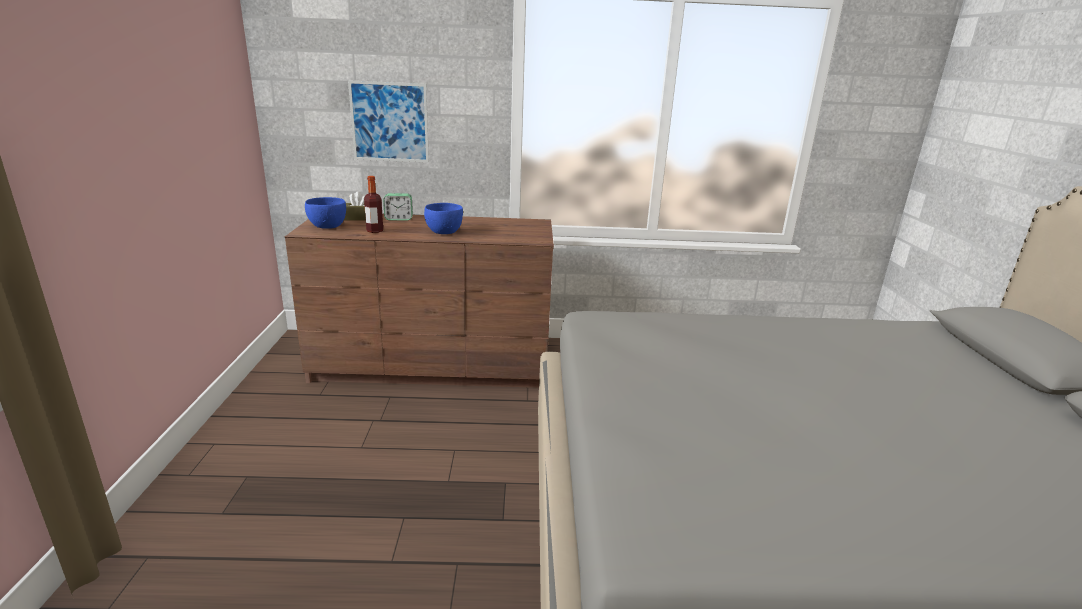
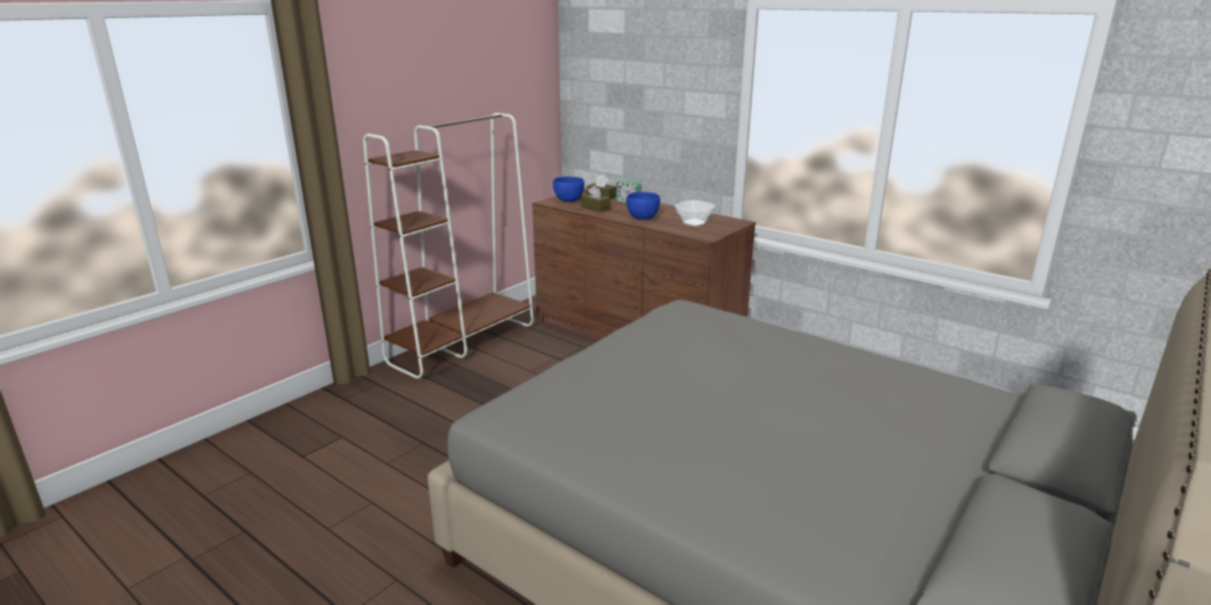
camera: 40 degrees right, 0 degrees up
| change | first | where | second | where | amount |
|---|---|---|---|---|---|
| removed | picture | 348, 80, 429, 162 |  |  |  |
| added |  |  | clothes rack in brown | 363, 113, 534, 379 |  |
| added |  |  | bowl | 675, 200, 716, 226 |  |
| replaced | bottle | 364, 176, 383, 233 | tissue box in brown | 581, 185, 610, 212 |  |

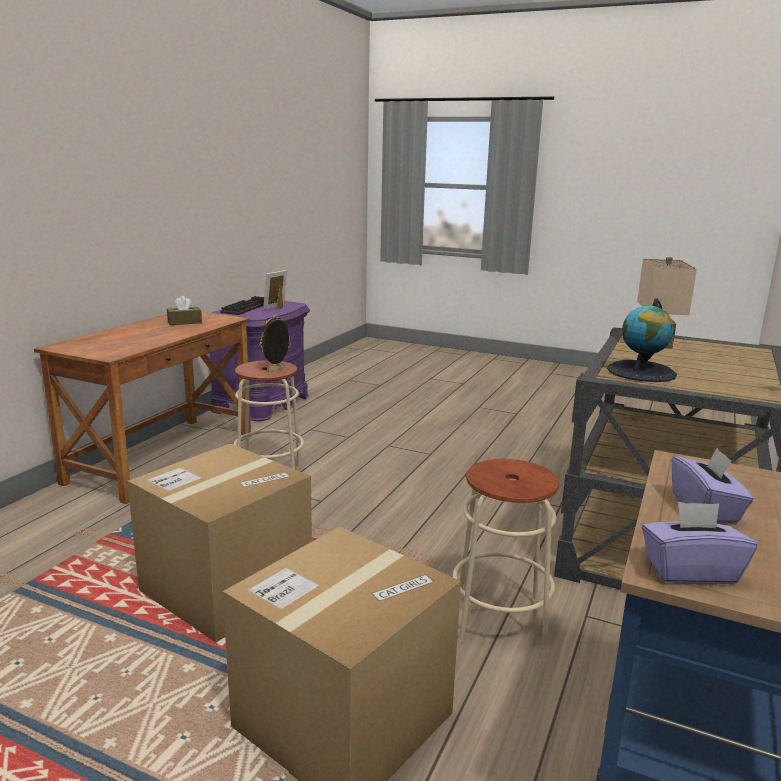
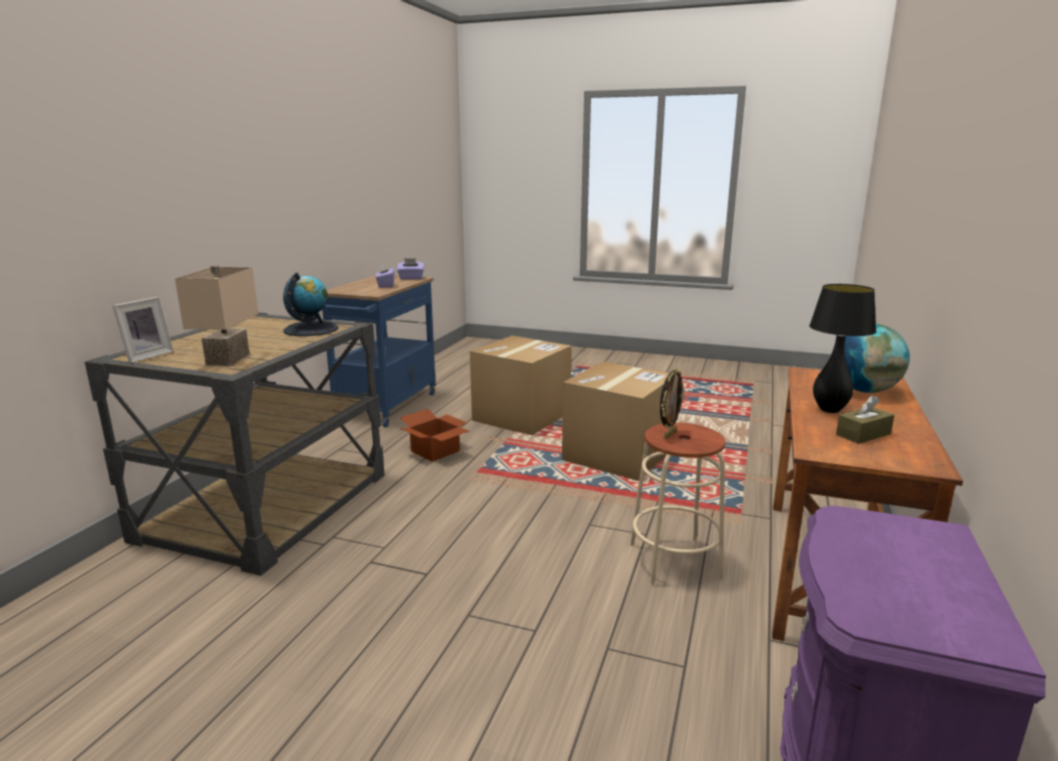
camera: 175 degrees right, 0 degrees up
| change | first | where | second | where | amount |
|---|---|---|---|---|---|
| removed | keyboard | 220, 296, 264, 315 |  |  |  |
| added |  |  | table lamp in black | 809, 284, 876, 413 |  |
| added |  |  | globe | 833, 324, 910, 393 |  |
| moved | picture frame | 263, 270, 287, 309 |  | 112, 297, 173, 363 |  |
| replaced | stool in beige | 452, 459, 559, 648 | cardboard box | 400, 409, 469, 462 |  |

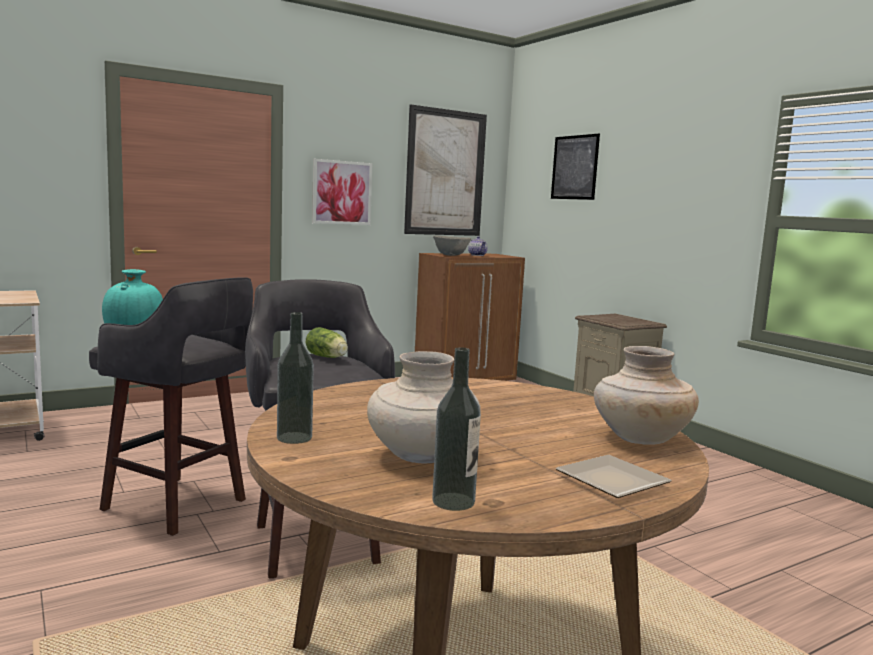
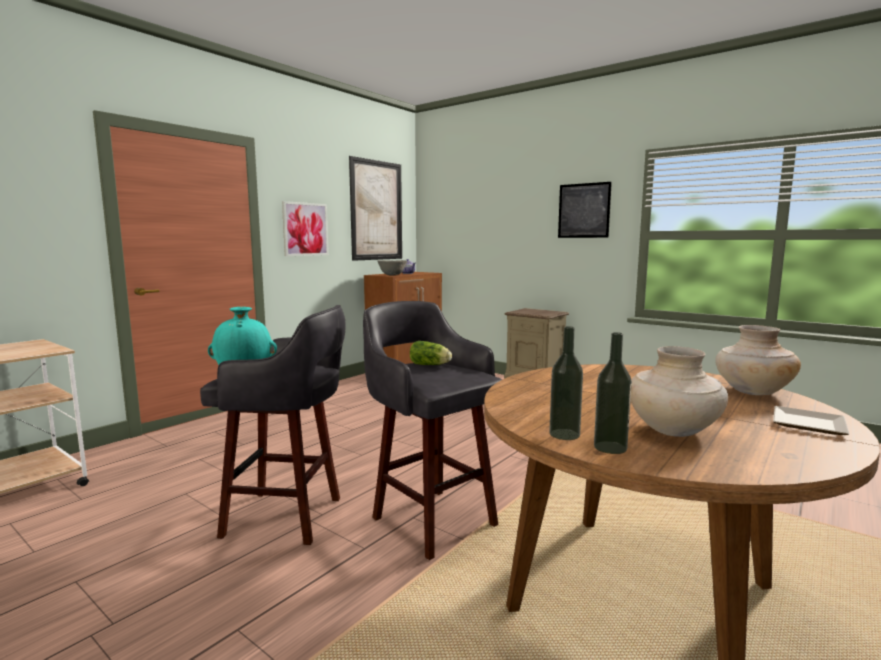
camera: 20 degrees left, 0 degrees up
| change | first | where | second | where | amount |
|---|---|---|---|---|---|
| moved | bottle | 432, 347, 481, 511 |  | 594, 332, 632, 454 |  |
| moved | picture | 551, 134, 600, 200 |  | 558, 182, 612, 238 |  |

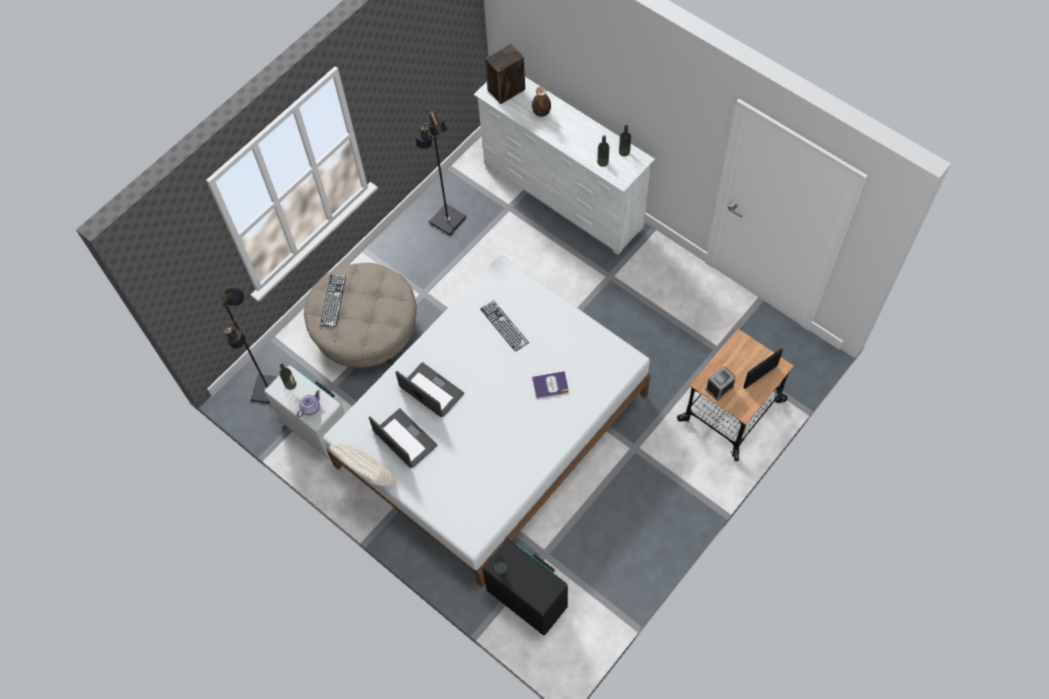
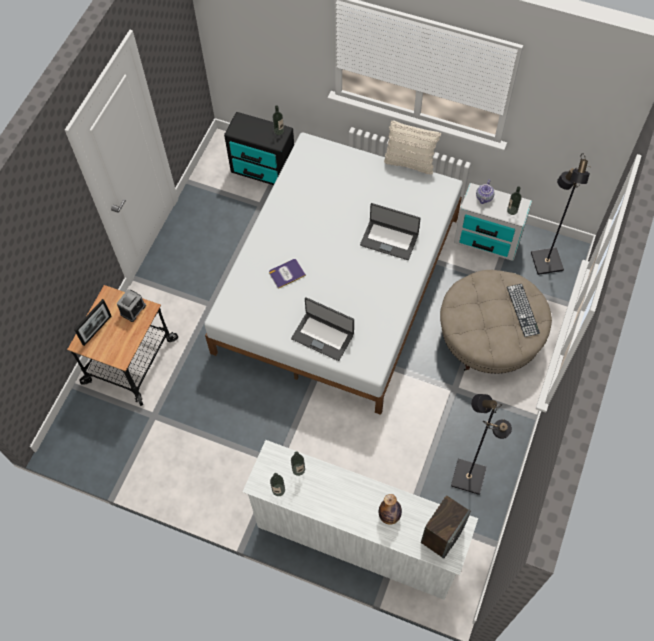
camera: 160 degrees right, 0 degrees up
| change | first | where | second | where | amount |
|---|---|---|---|---|---|
| removed | keyboard | 480, 300, 529, 352 |  |  |  |
| moved | laptop | 369, 408, 438, 468 |  | 291, 297, 354, 361 |  |

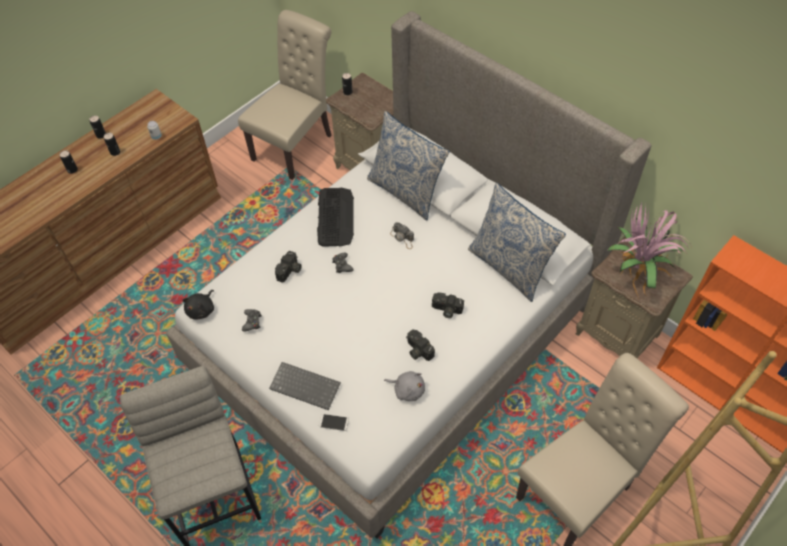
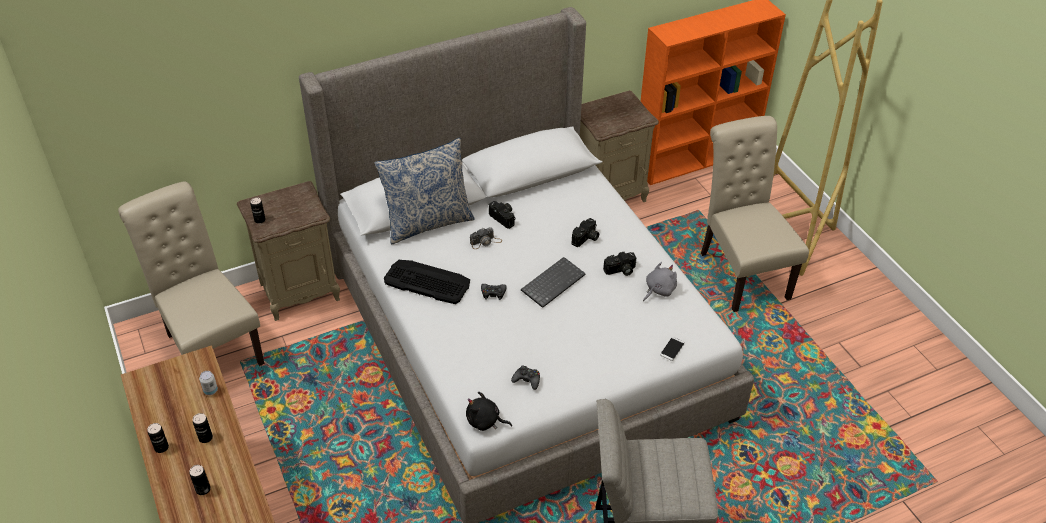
camera: 70 degrees left, 10 degrees down
| change | first | where | second | where | amount |
|---|---|---|---|---|---|
| removed | pillow | 468, 183, 566, 302 |  |  |  |
| removed | potted plant | 607, 202, 691, 299 |  |  |  |
| moved | keyboard | 269, 362, 341, 410 |  | 521, 257, 586, 308 |  |
| moved | photo camera | 275, 251, 302, 283 |  | 489, 201, 516, 229 |  |
| turned | plush toy in black | 183, 290, 214, 320 |  | 466, 392, 512, 431 | 150 degrees clockwise |

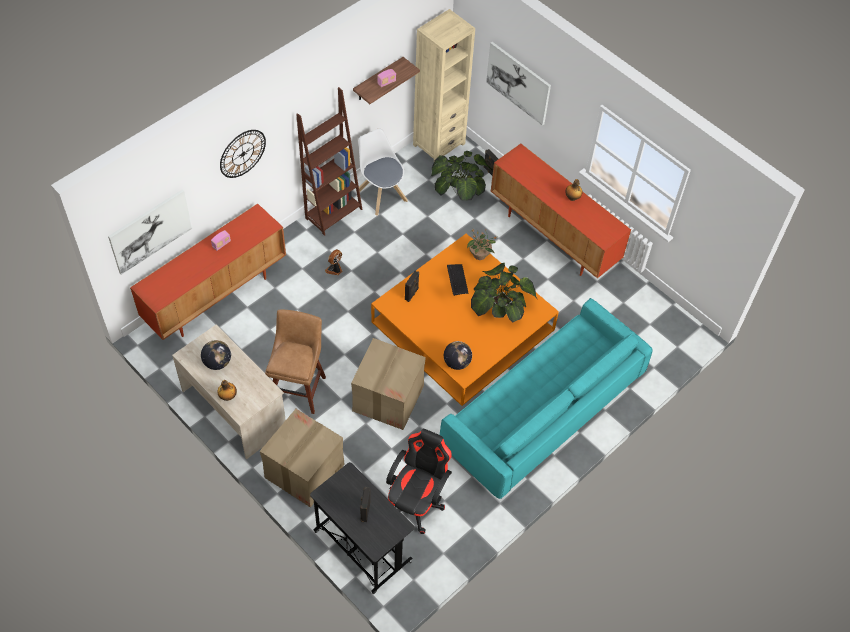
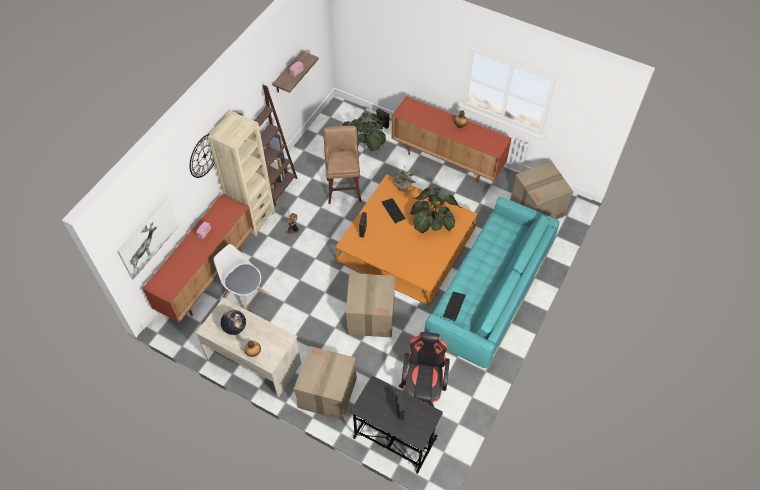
camera: 15 degrees left, 0 degrees up
| change | first | where | second | where | amount |
|---|---|---|---|---|---|
| removed | globe | 444, 341, 472, 370 |  |  |  |
| removed | picture | 486, 42, 551, 126 |  |  |  |
| added |  |  | keyboard | 443, 291, 466, 321 |  |
| added |  |  | cardboard box | 510, 161, 573, 220 |  |
| moved | stool in brown | 265, 309, 326, 414 |  | 323, 126, 362, 204 |  |
| moved | chair | 359, 128, 408, 216 |  | 214, 244, 270, 310 |  |
| moved | bookcase in beige | 413, 9, 475, 161 |  | 207, 111, 275, 237 |  |

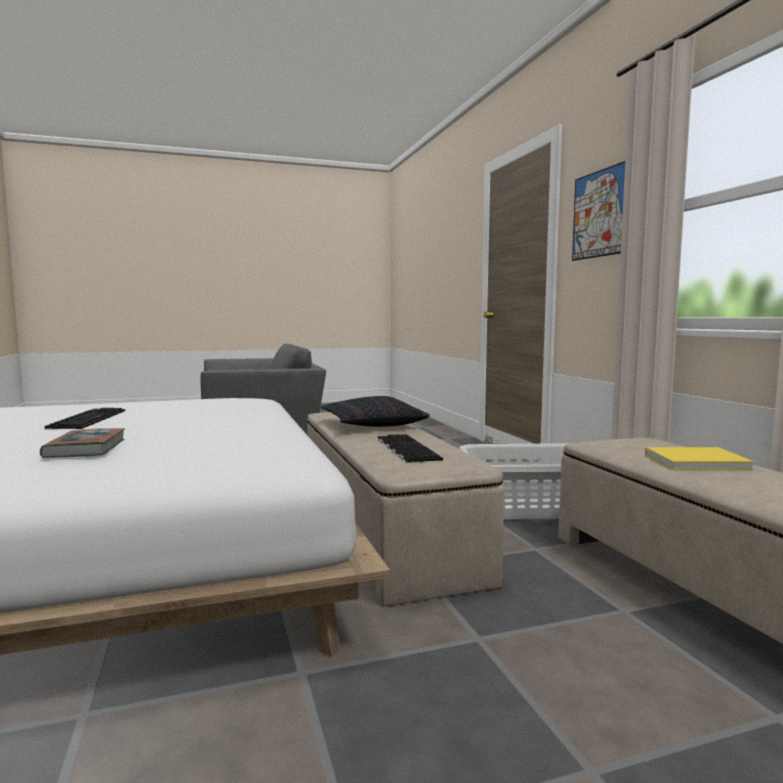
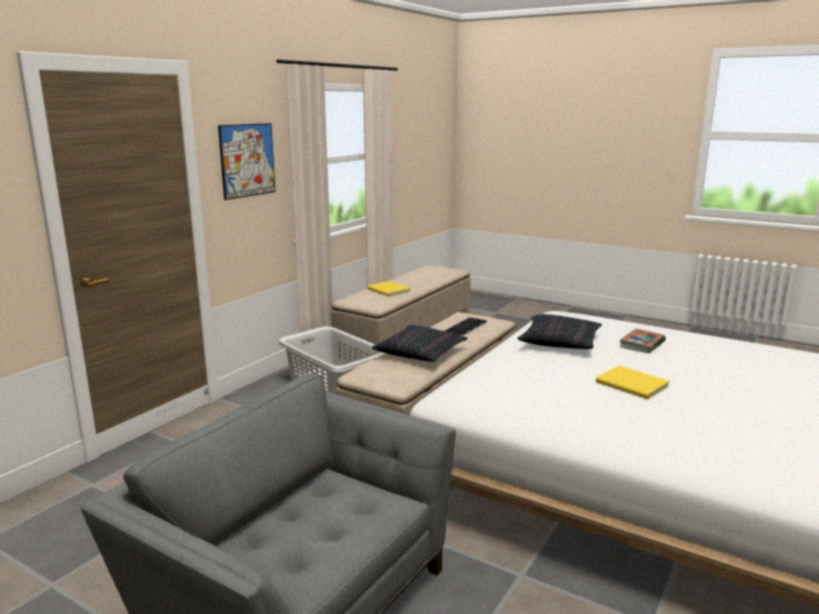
camera: 130 degrees left, 10 degrees up
| change | first | where | second | where | amount |
|---|---|---|---|---|---|
| added |  |  | pillow in black | 518, 314, 602, 349 |  |
| replaced | keyboard | 45, 408, 125, 430 | book in yellow | 596, 366, 670, 399 |  |

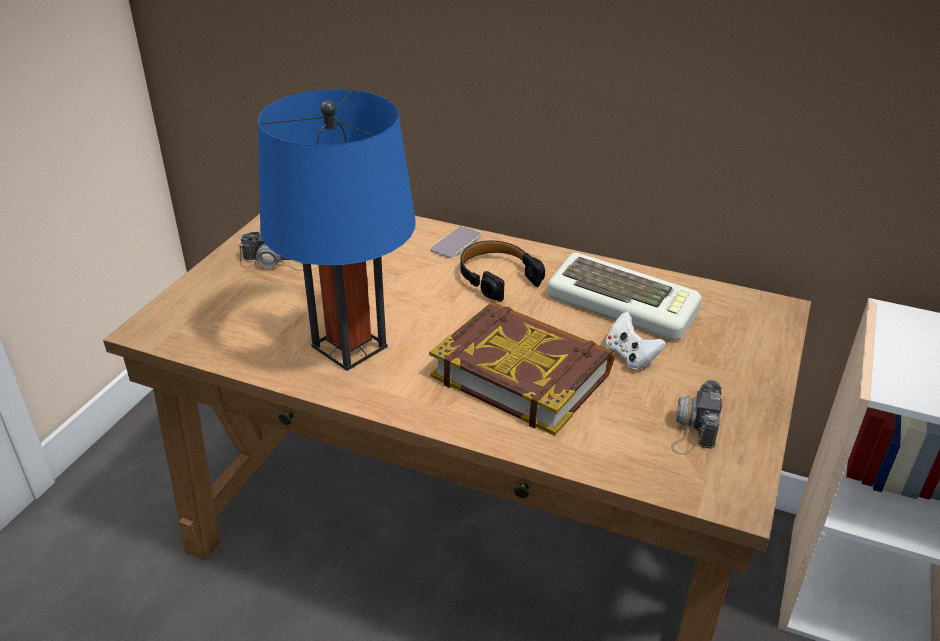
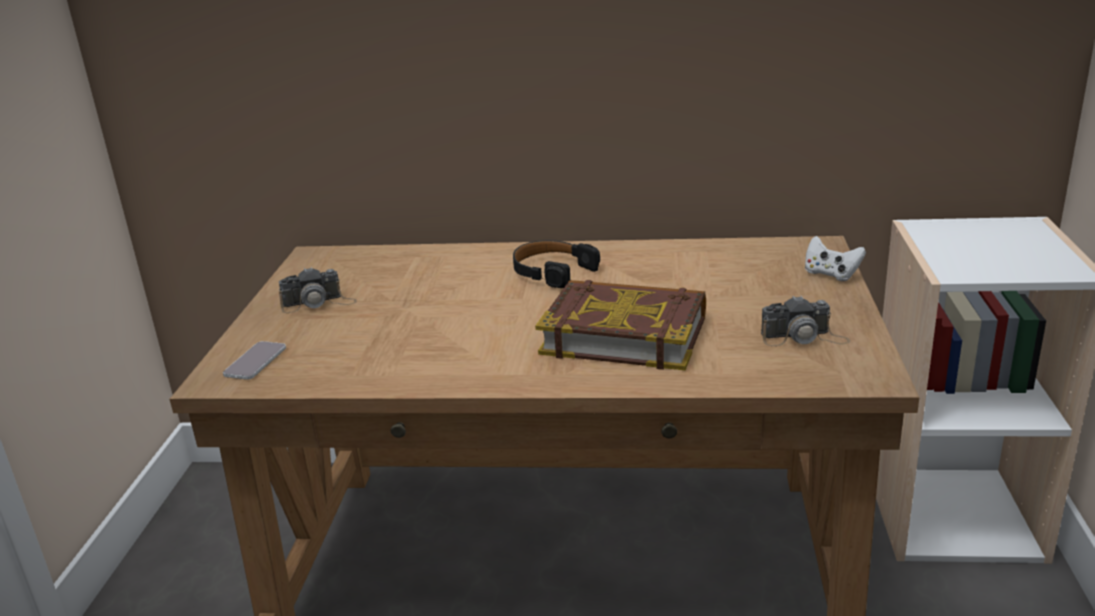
camera: 15 degrees left, 10 degrees down
| change | first | where | second | where | amount |
|---|---|---|---|---|---|
| removed | table lamp in blue | 258, 89, 416, 371 |  |  |  |
| removed | keyboard | 547, 253, 702, 341 |  |  |  |
| moved | phone | 431, 226, 481, 258 |  | 223, 341, 286, 380 |  |
| moved | game controller in white | 605, 311, 665, 370 |  | 805, 236, 866, 281 |  |
| turned | photo camera | 671, 380, 722, 455 |  | 761, 295, 851, 346 | 90 degrees counterclockwise |

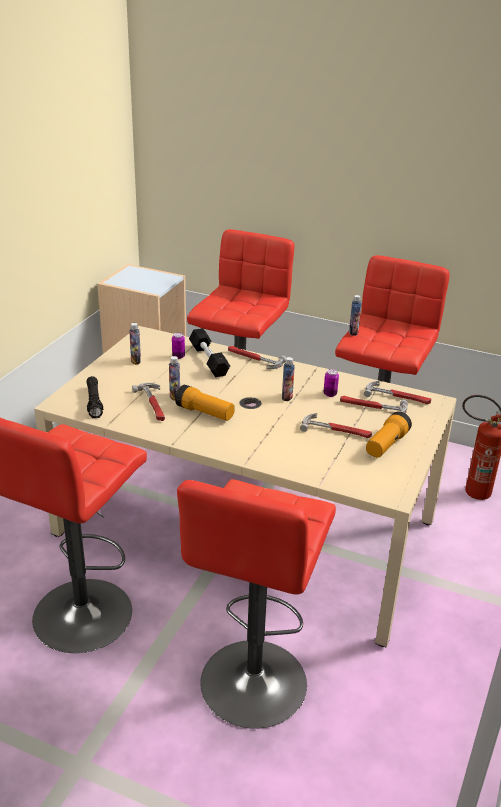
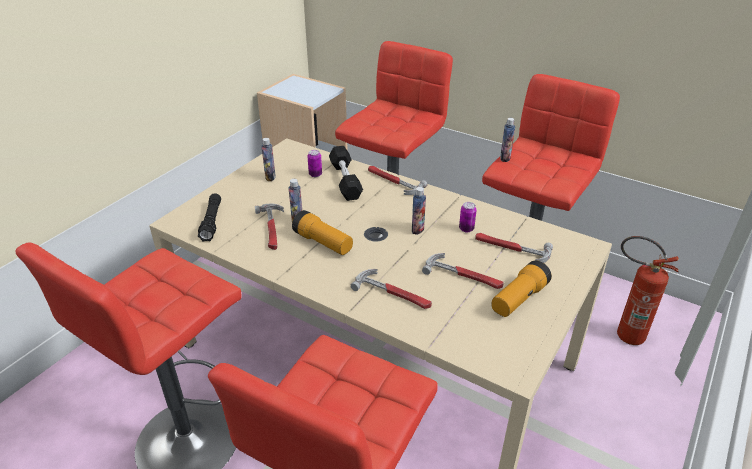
camera: 10 degrees right, 5 degrees up
| change | first | where | second | where | amount |
|---|---|---|---|---|---|
| moved | hammer | 364, 381, 431, 404 |  | 350, 269, 432, 309 |  |

